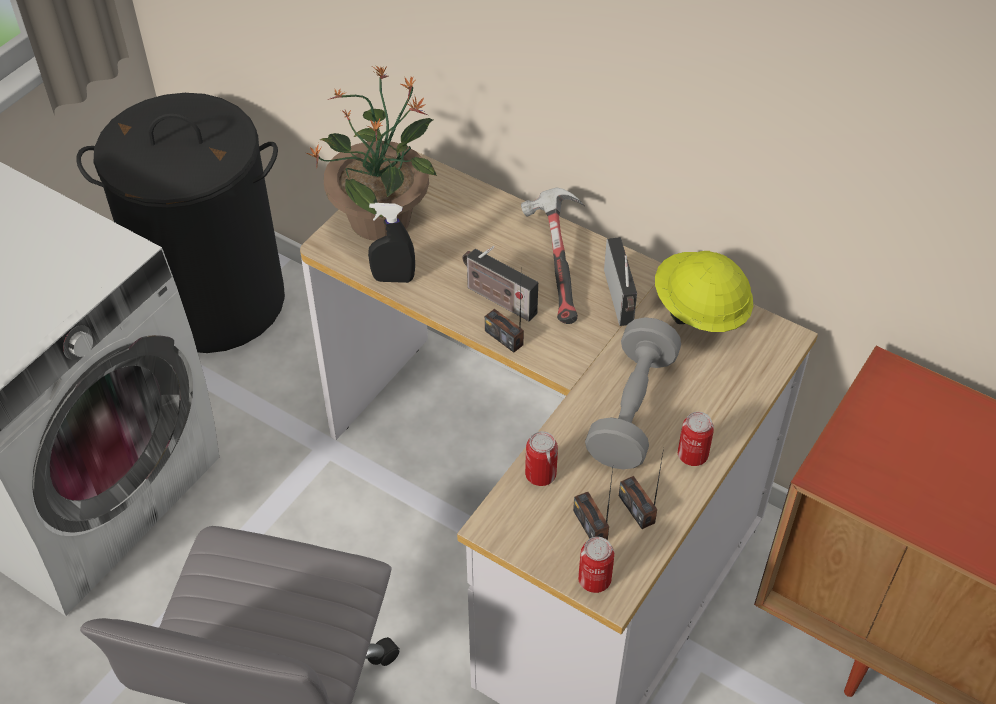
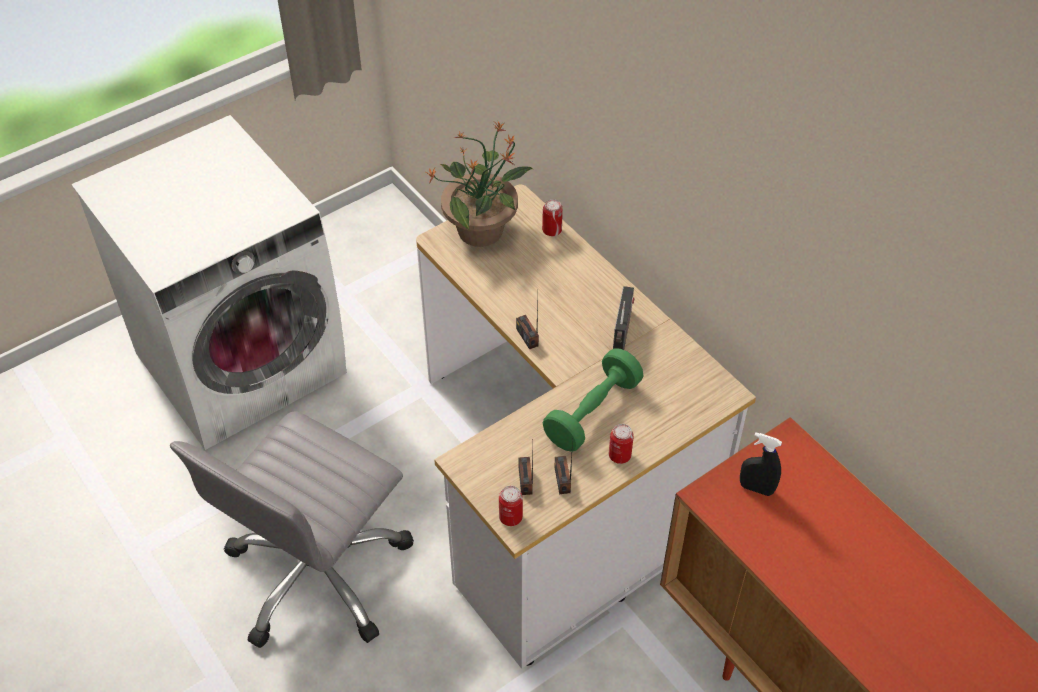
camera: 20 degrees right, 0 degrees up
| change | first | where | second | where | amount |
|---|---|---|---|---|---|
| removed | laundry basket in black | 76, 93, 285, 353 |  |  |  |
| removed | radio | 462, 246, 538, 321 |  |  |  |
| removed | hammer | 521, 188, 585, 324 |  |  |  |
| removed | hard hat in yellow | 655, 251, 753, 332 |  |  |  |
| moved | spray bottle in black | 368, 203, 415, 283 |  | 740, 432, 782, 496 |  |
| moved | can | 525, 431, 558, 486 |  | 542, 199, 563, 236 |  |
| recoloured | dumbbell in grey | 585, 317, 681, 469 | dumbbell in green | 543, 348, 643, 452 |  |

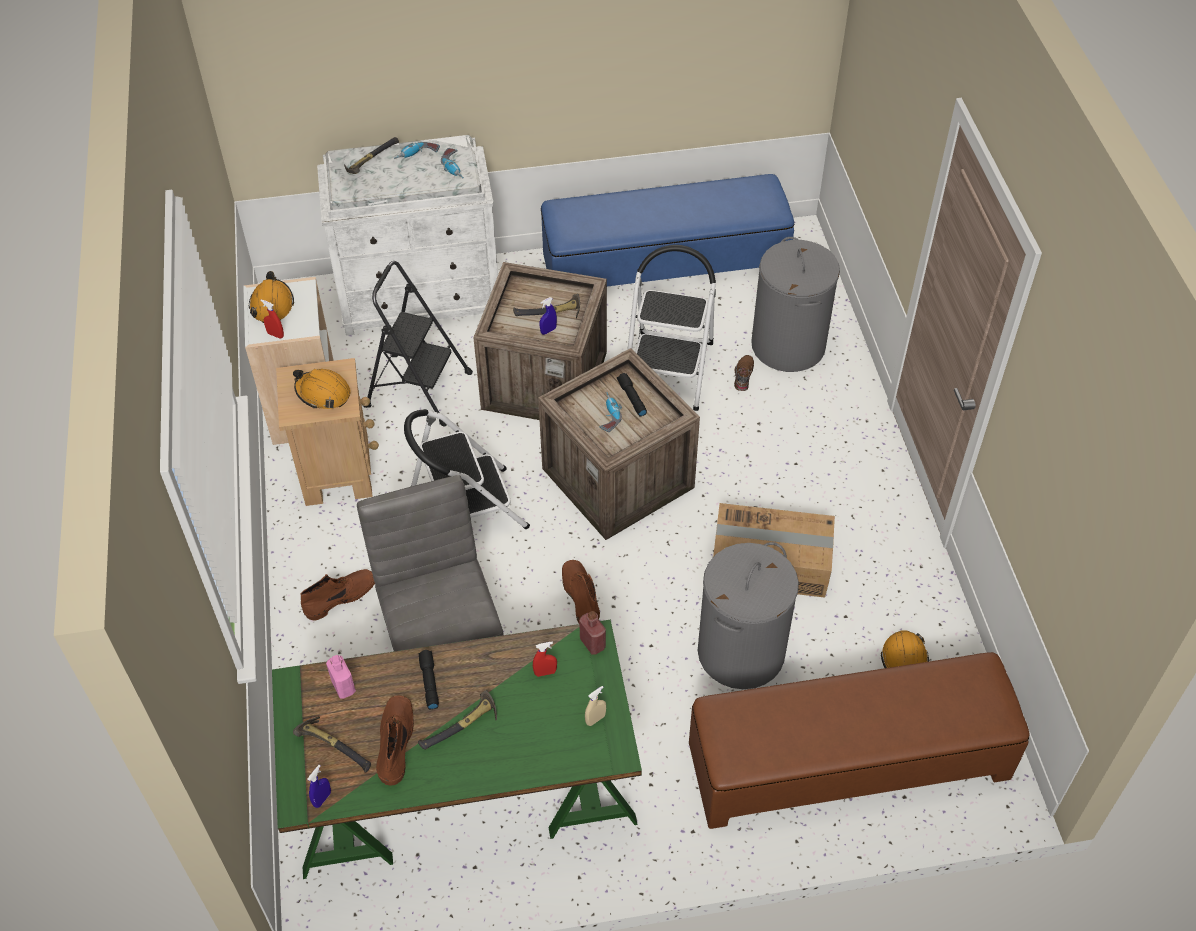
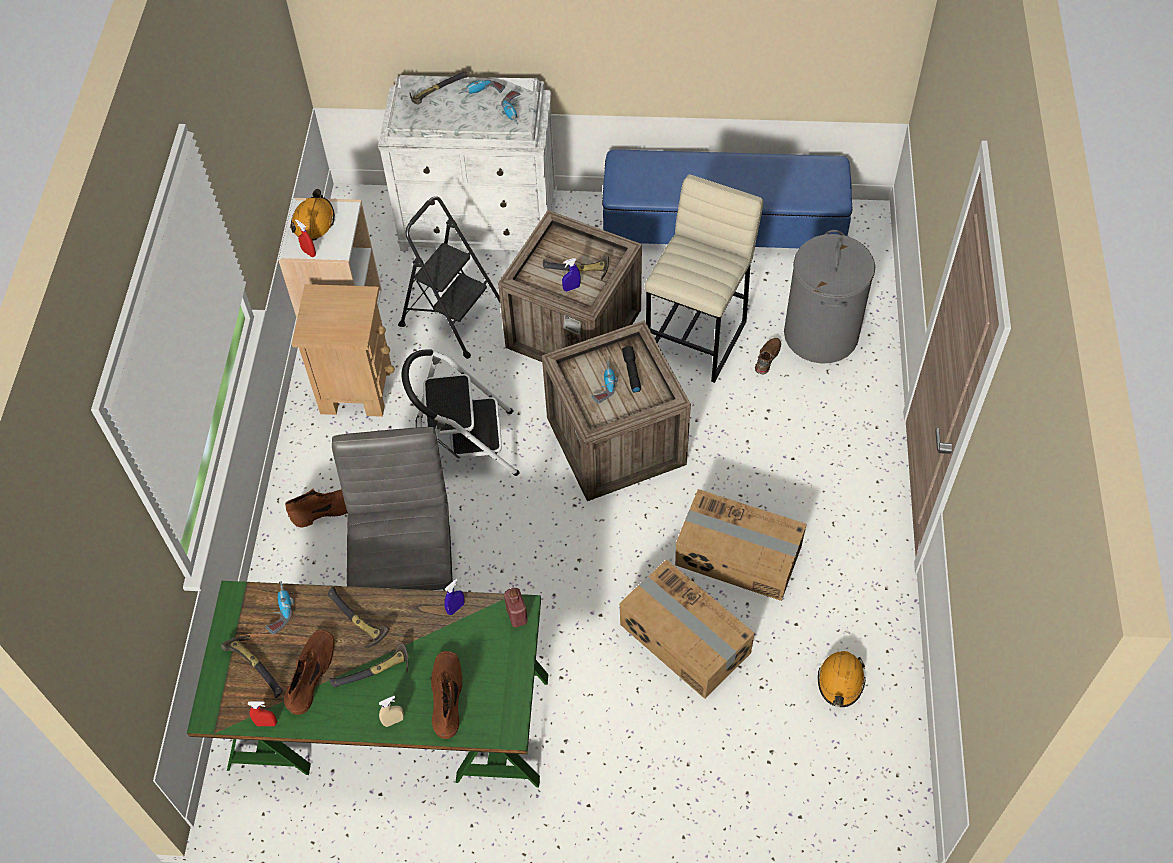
camera: 15 degrees right, 5 degrees up
| change | first | where | second | where | amount |
|---|---|---|---|---|---|
| removed | hard hat in orange | 293, 369, 351, 409 |  |  |  |
| removed | bench in brown | 689, 652, 1030, 829 |  |  |  |
| moved | spray bottle in blue | 307, 765, 331, 808 |  | 444, 579, 464, 615 |  |
| moved | spray bottle in red | 533, 641, 557, 677 |  | 248, 701, 277, 726 |  |
| moved | boot in brown | 562, 560, 600, 623 |  | 431, 651, 462, 739 |  |
| moved | spray bottle in beige | 585, 686, 606, 726 |  | 379, 696, 404, 727 |  |
| replaced | bottle in pink | 326, 655, 356, 699 | power drill | 265, 582, 294, 634 |  |
| replaced | flashlight in black | 418, 650, 439, 710 | hammer | 328, 587, 390, 648 |  |
| replaced | step ladder | 627, 245, 716, 411 | stool in beige | 645, 175, 763, 383 |  |
| replaced | laundry basket in grey | 698, 542, 799, 689 | cardboard box | 620, 559, 755, 699 |  |

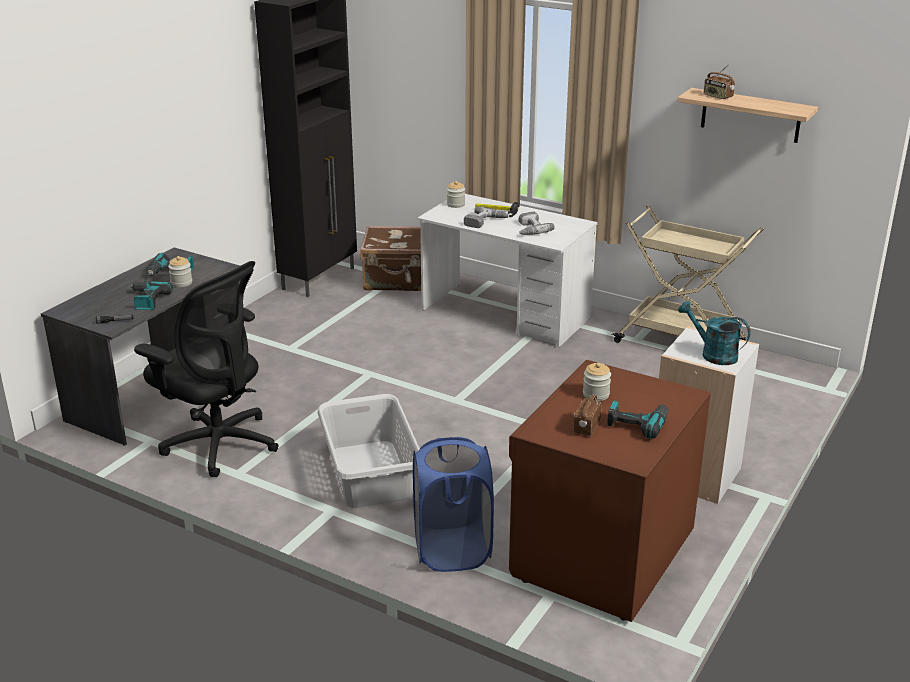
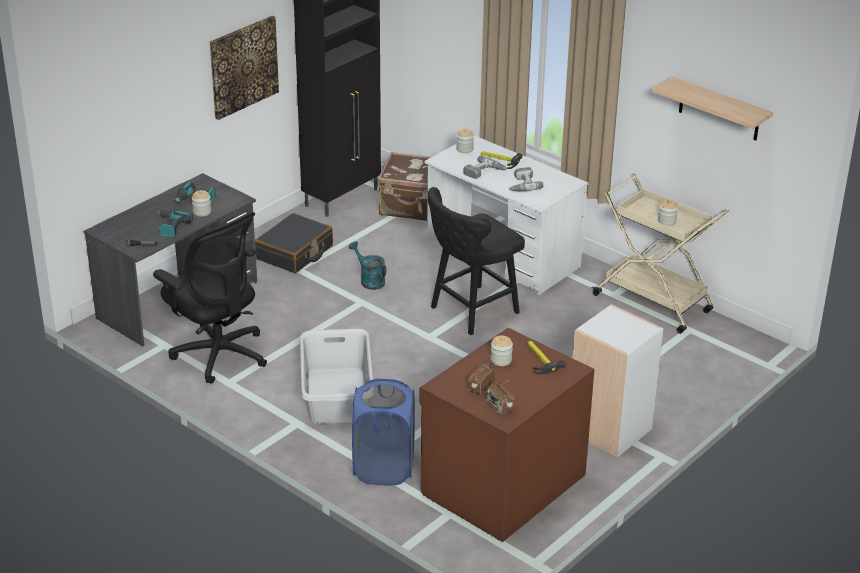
camera: 10 degrees right, 5 degrees up
| change | first | where | second | where | amount |
|---|---|---|---|---|---|
| removed | power drill | 607, 401, 668, 439 |  |  |  |
| added |  |  | picture | 210, 16, 279, 120 |  |
| added |  |  | suitcase in black | 255, 213, 333, 273 |  |
| added |  |  | stool in black | 428, 187, 525, 335 |  |
| added |  |  | hammer | 527, 341, 566, 374 |  |
| added |  |  | jar | 658, 200, 678, 226 |  |
| moved | watering can in turquoise | 678, 301, 751, 365 |  | 349, 241, 387, 290 |  |
| moved | radio | 704, 64, 735, 99 |  | 486, 380, 514, 414 |  |

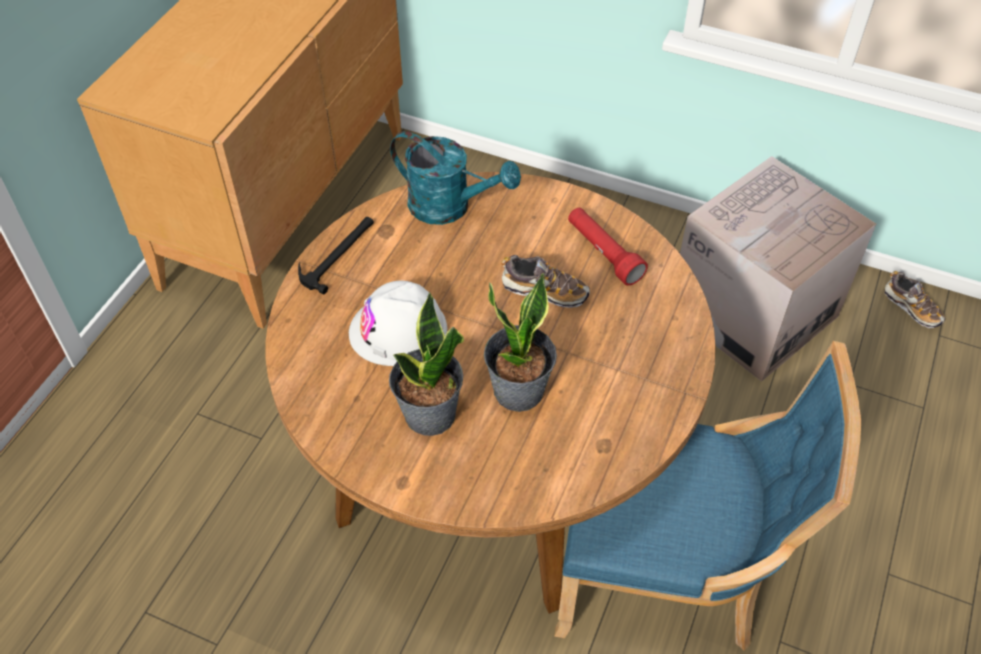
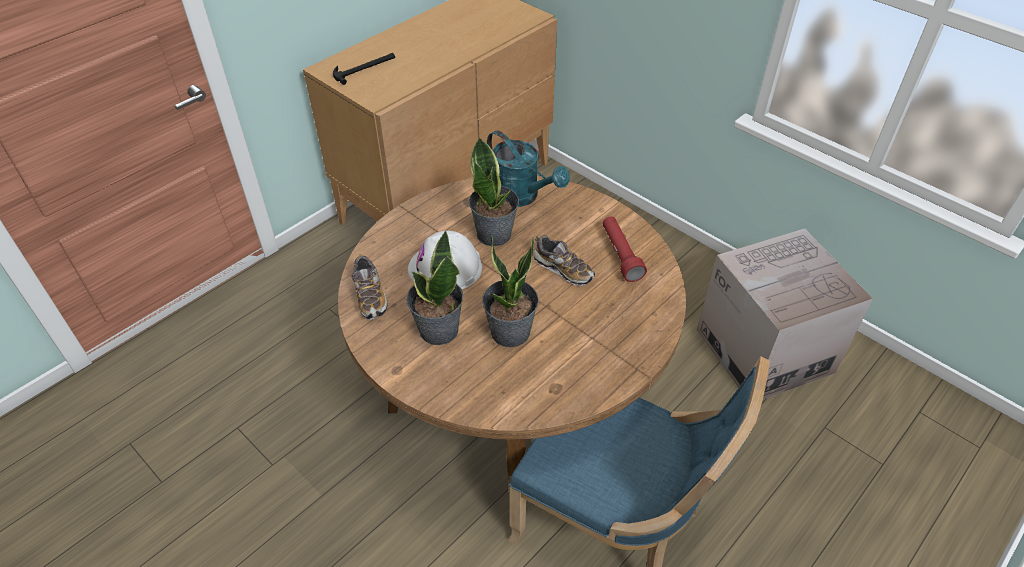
camera: 20 degrees right, 5 degrees down
| change | first | where | second | where | amount |
|---|---|---|---|---|---|
| added |  |  | potted plant | 468, 137, 519, 246 |  |
| moved | hammer | 298, 217, 374, 294 |  | 333, 53, 395, 85 |  |
| moved | shoe | 884, 271, 945, 328 |  | 352, 254, 388, 320 |  |

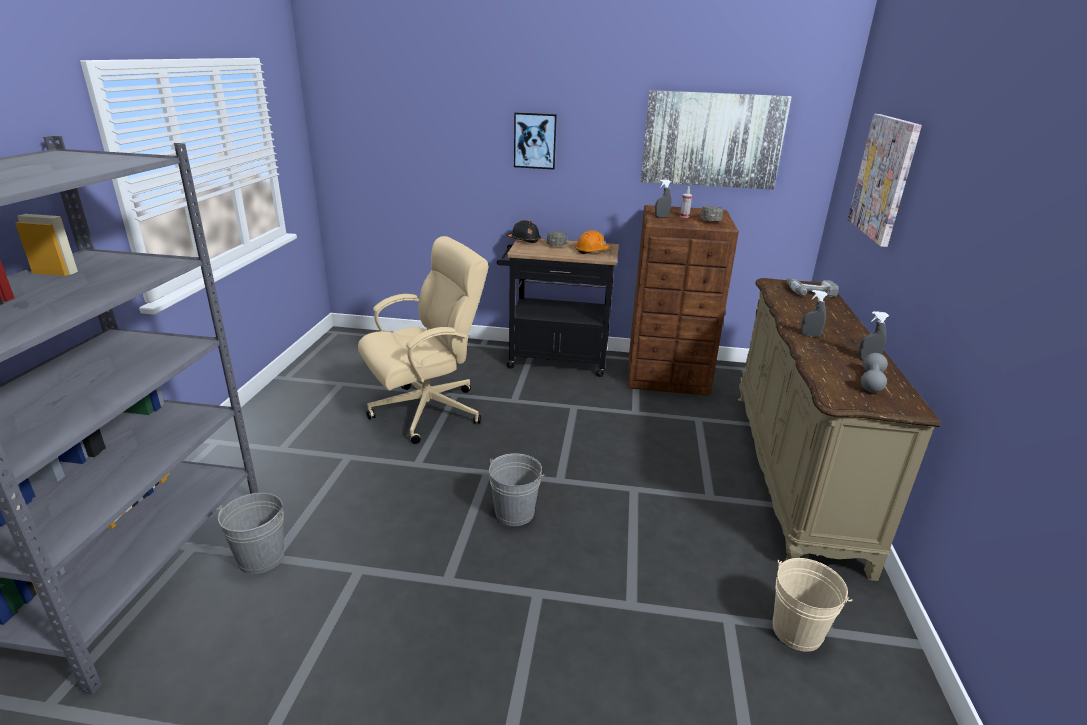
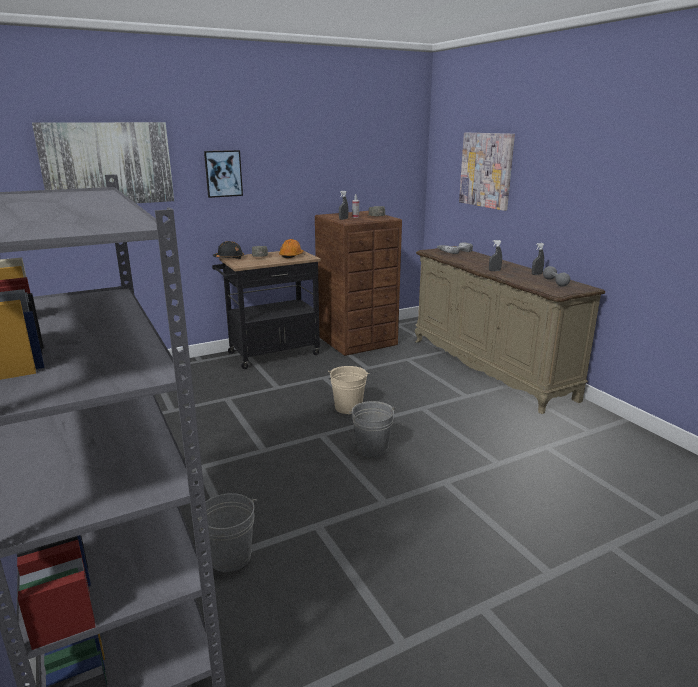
camera: 35 degrees left, 5 degrees down
| change | first | where | second | where | amount |
|---|---|---|---|---|---|
| removed | office chair in beige | 358, 236, 488, 444 |  |  |  |
| moved | picture | 641, 90, 792, 190 |  | 32, 122, 174, 203 |  |
| moved | bucket in beige | 773, 558, 852, 652 |  | 328, 366, 369, 414 |  |

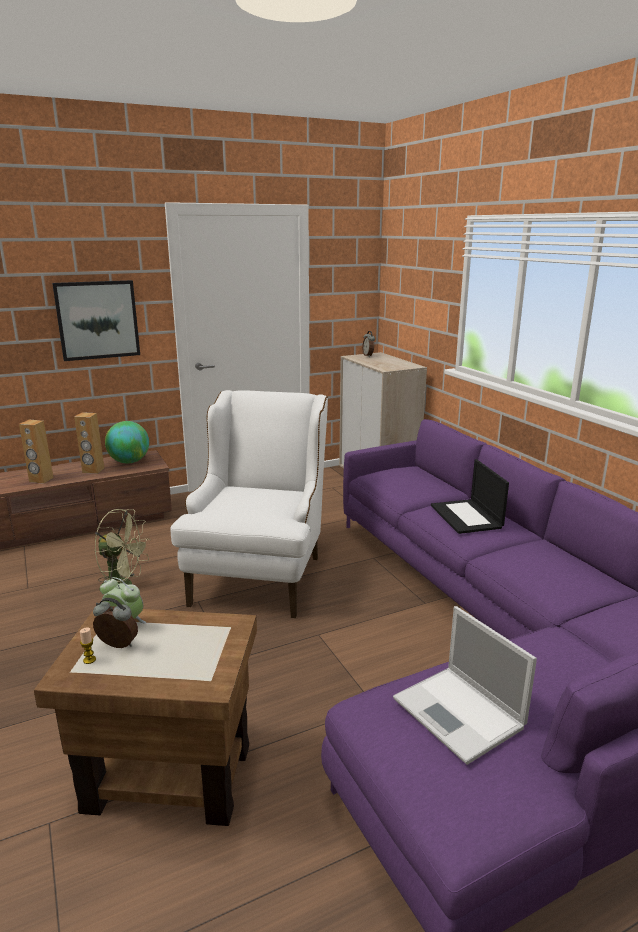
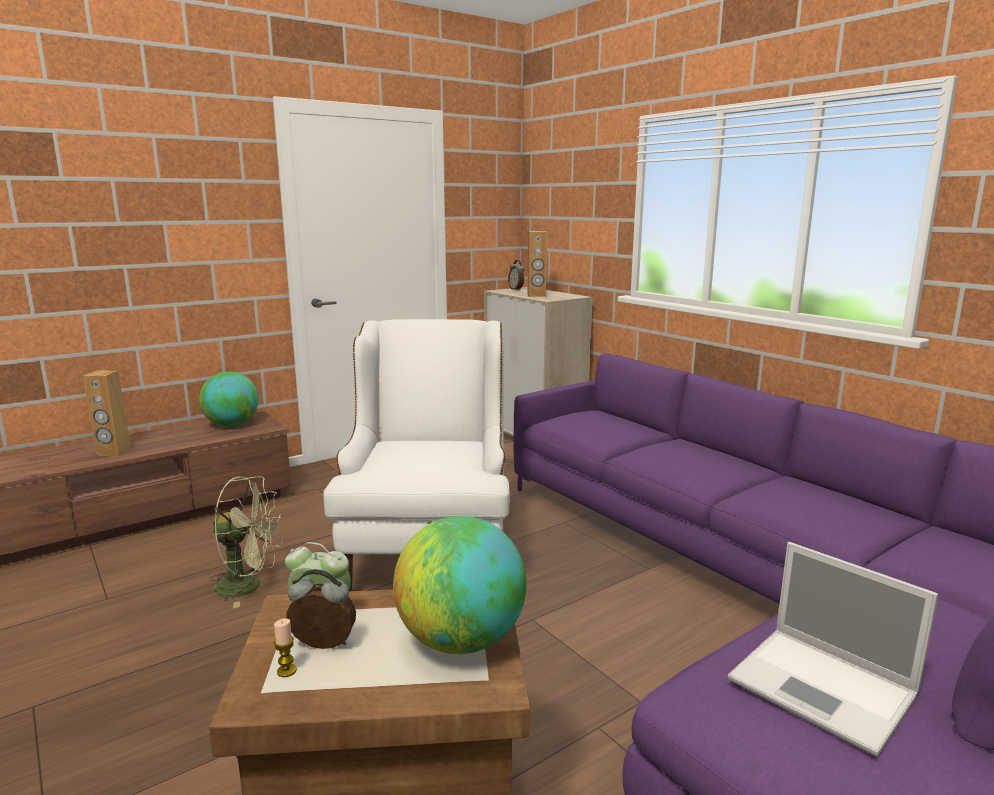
camera: 10 degrees left, 5 degrees down
| change | first | where | second | where | amount |
|---|---|---|---|---|---|
| removed | picture | 52, 280, 140, 361 |  |  |  |
| removed | laptop | 431, 459, 509, 534 |  |  |  |
| added |  |  | globe | 393, 516, 527, 654 |  |
| moved | speaker in brown | 74, 412, 104, 474 |  | 528, 231, 547, 297 |  |

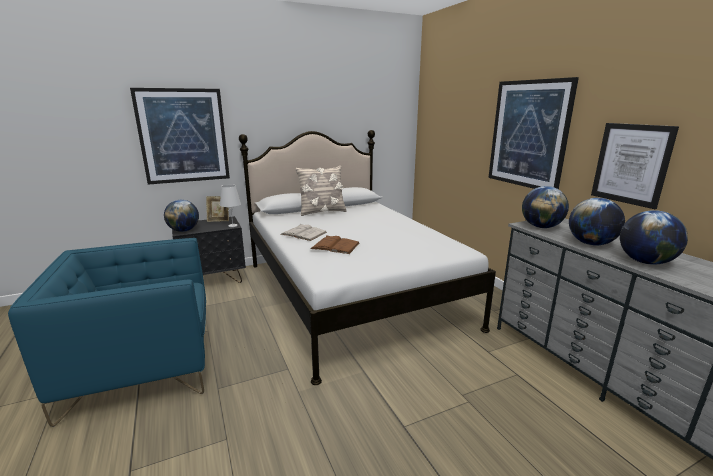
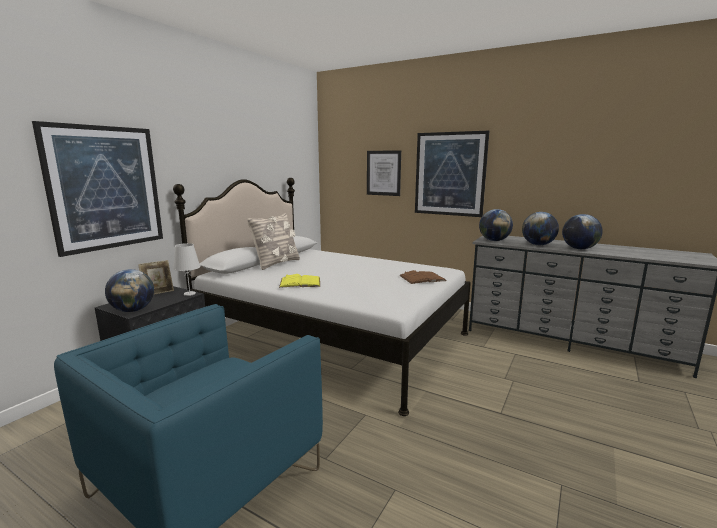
camera: 35 degrees left, 5 degrees down
| change | first | where | second | where | amount |
|---|---|---|---|---|---|
| moved | book in brown | 310, 235, 359, 254 |  | 399, 270, 447, 284 |  |
| moved | picture | 591, 123, 679, 209 |  | 367, 150, 401, 196 |  |
| recoloured | book in white | 280, 224, 327, 241 | book in yellow | 279, 274, 320, 288 |  |

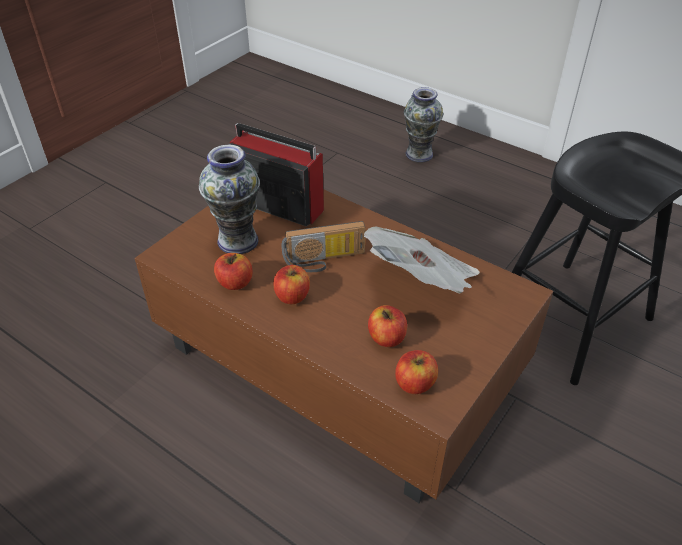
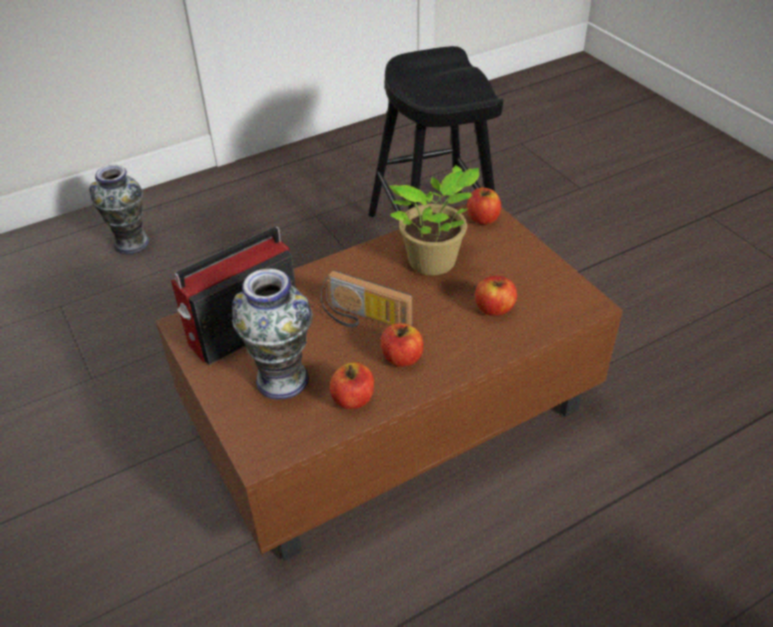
camera: 65 degrees left, 0 degrees up
| change | first | where | second | where | amount |
|---|---|---|---|---|---|
| moved | apple | 395, 350, 438, 394 |  | 467, 188, 501, 225 |  |
| replaced | newspaper | 364, 226, 480, 294 | potted plant | 390, 165, 479, 275 |  |
| turned | radio | 281, 221, 366, 272 |  | 321, 270, 412, 327 | 105 degrees clockwise |

